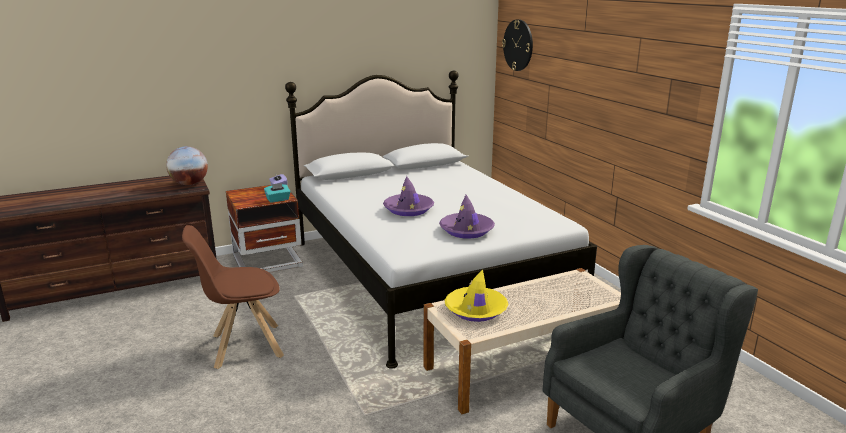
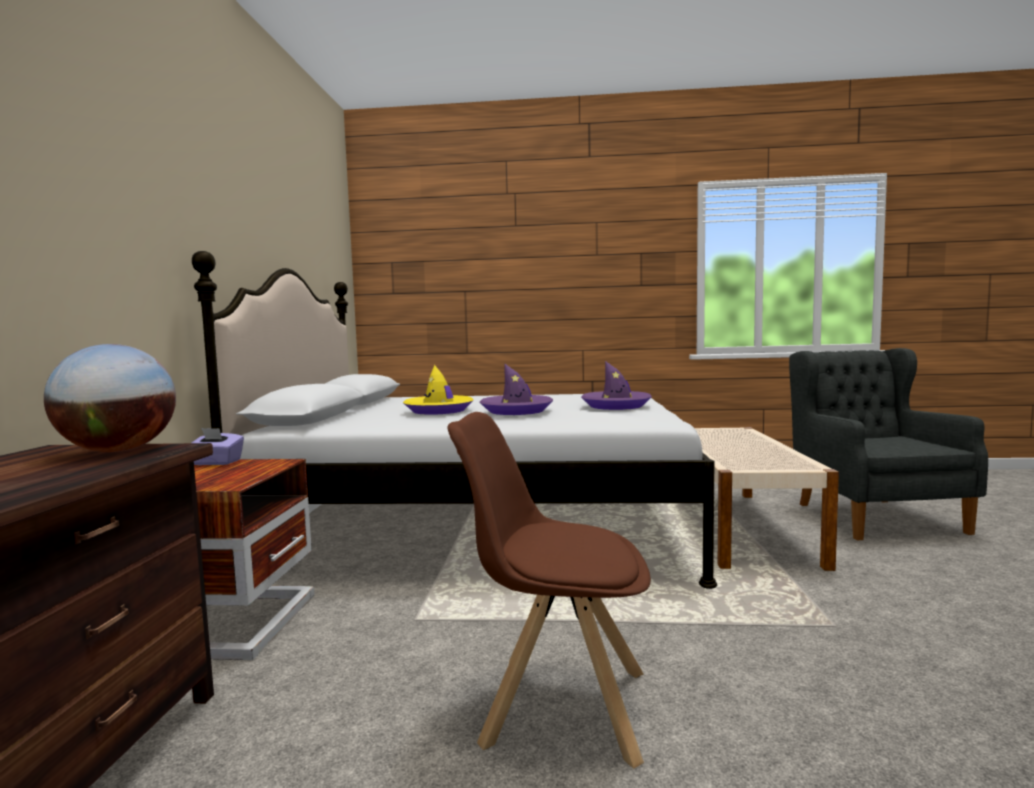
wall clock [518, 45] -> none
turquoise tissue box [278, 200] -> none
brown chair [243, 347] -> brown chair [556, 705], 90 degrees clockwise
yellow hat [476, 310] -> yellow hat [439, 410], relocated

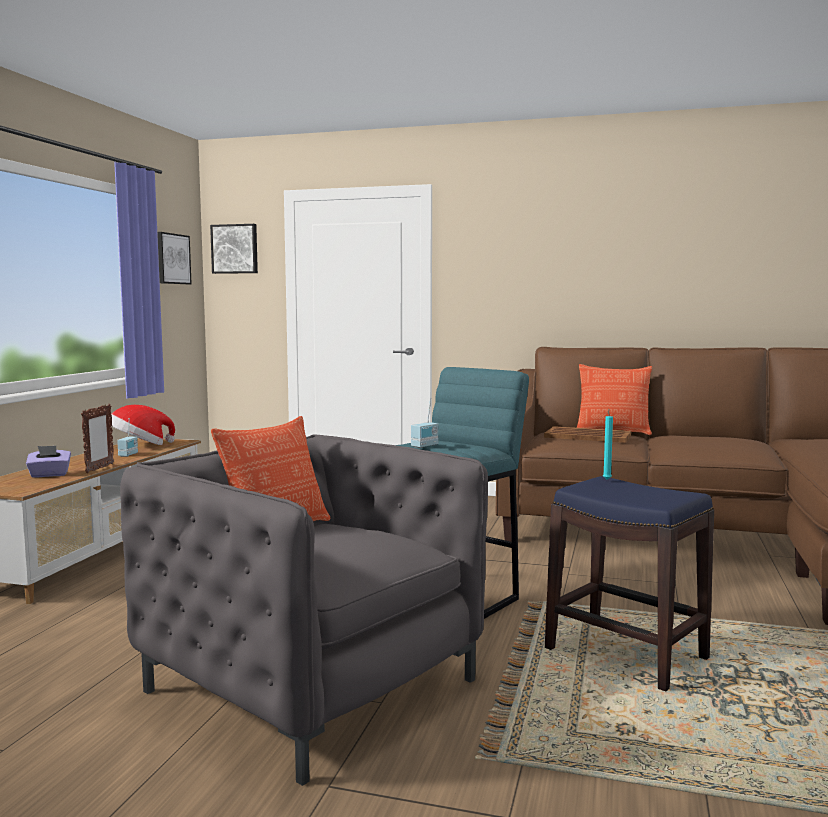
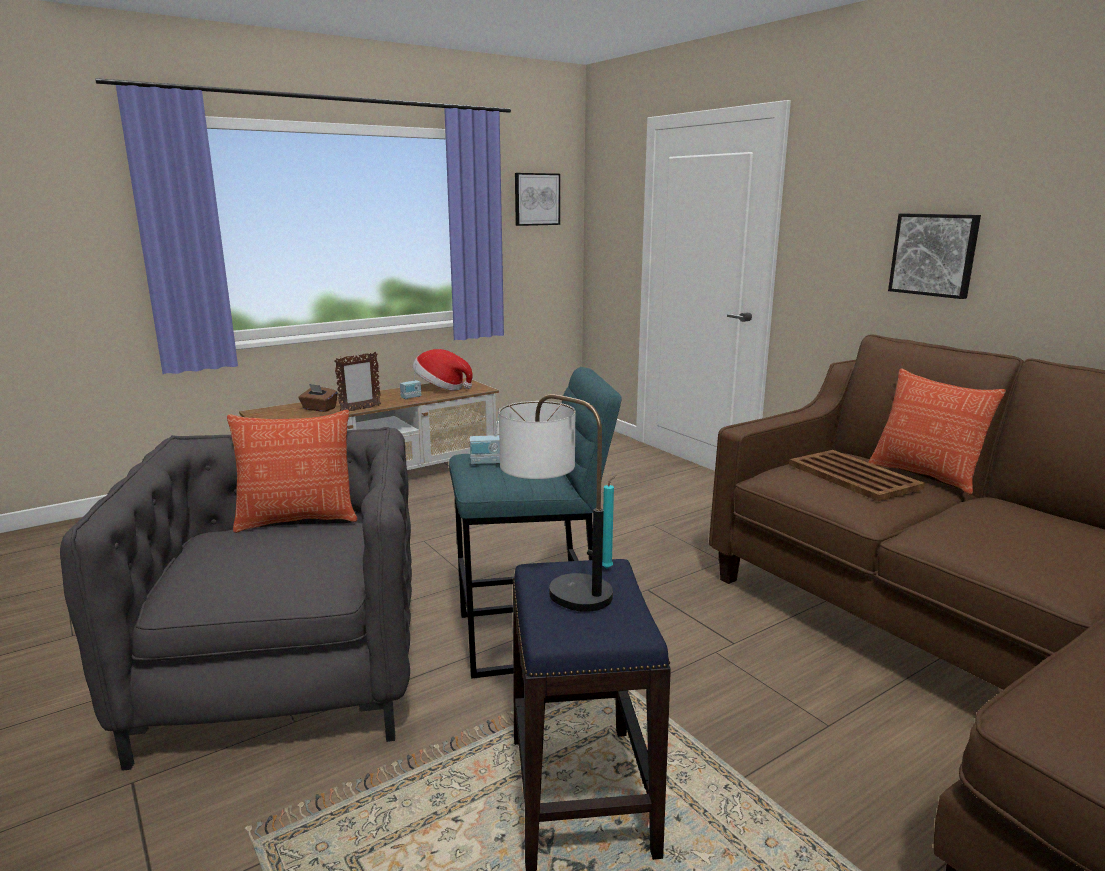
picture [235, 249] -> picture [934, 254], relocated
purple tissue box [49, 475] -> brown tissue box [319, 409]
none -> table lamp [555, 584]

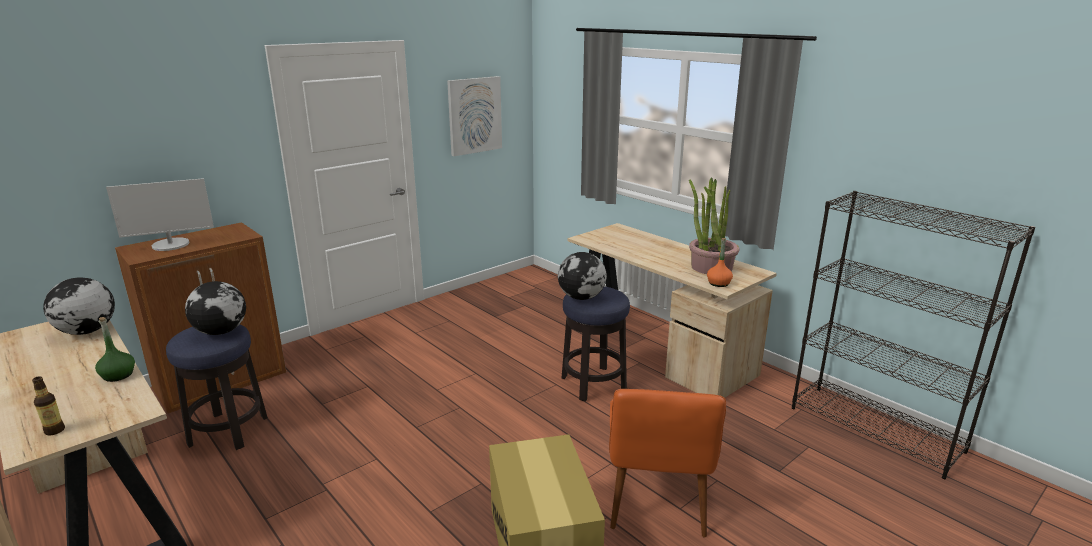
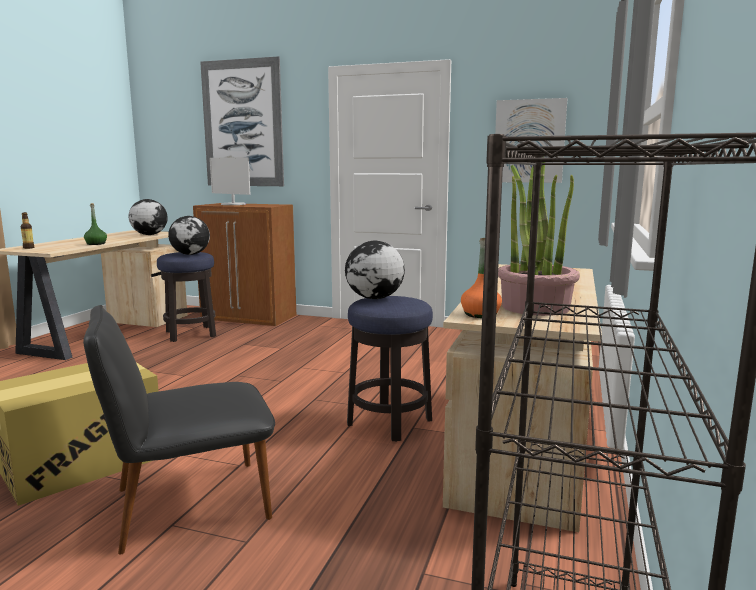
orange chair [655, 495] -> black chair [192, 503]
none -> picture [242, 124]

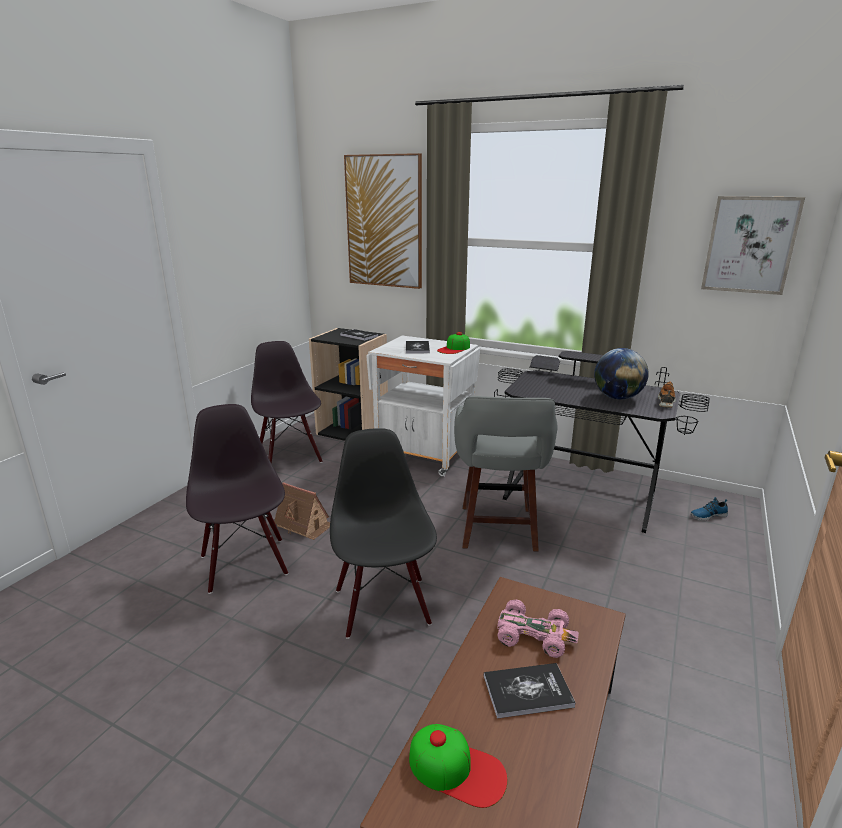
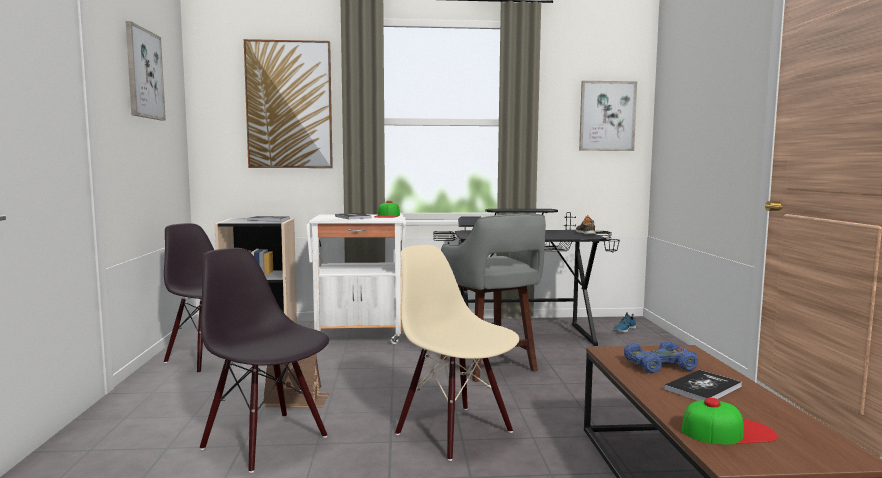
globe [617, 398] -> none
black chair [383, 606] -> beige chair [455, 432]
pink toy car [534, 635] -> blue toy car [660, 365]
none -> picture [144, 74]

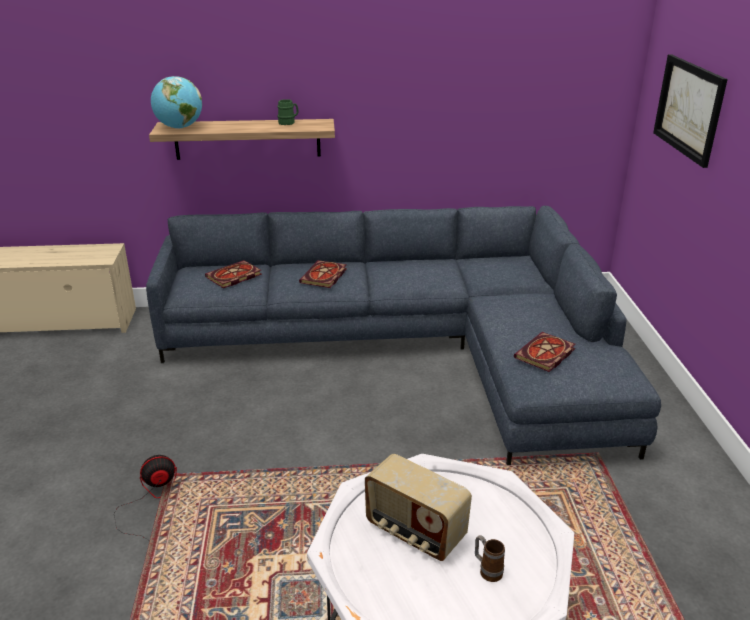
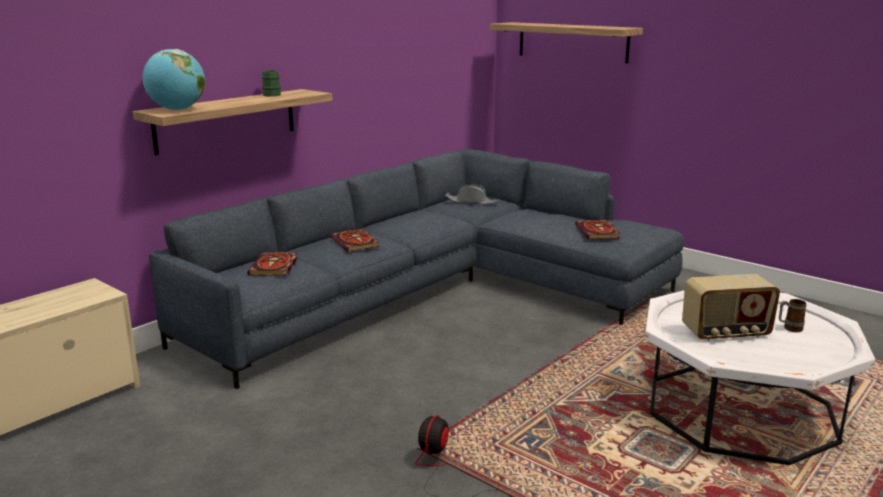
picture [689, 108] -> shelf [572, 42]
none -> grey hat [472, 201]

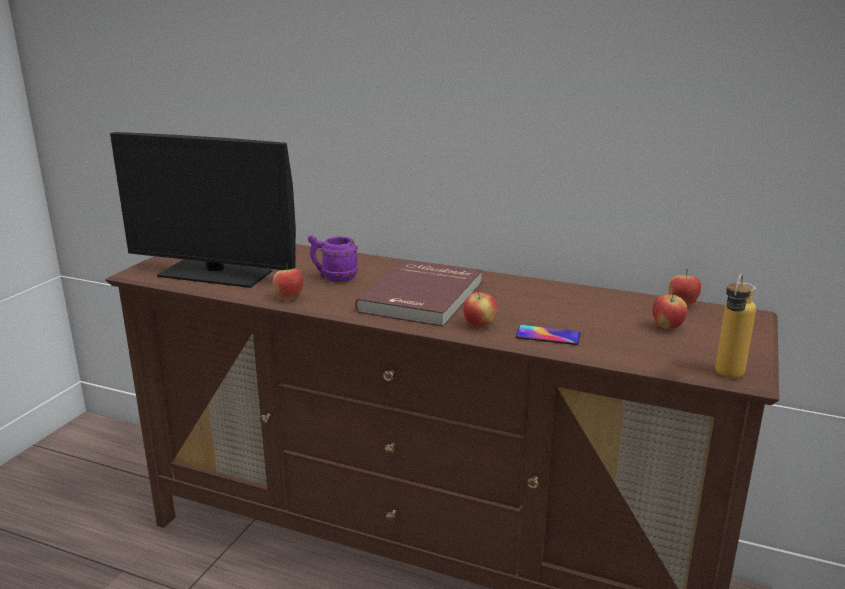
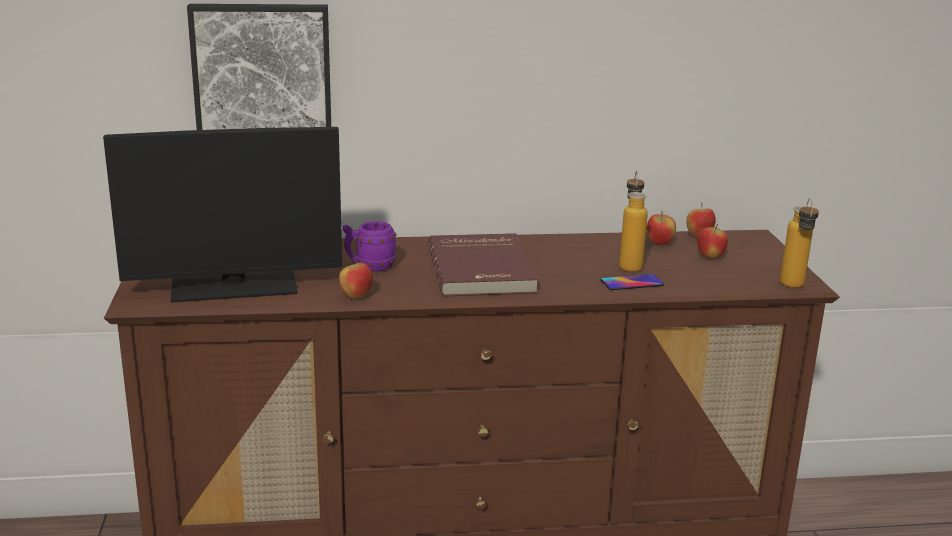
apple [479, 326] -> apple [659, 244], relocated
none -> picture [262, 71]
none -> bottle [629, 264]

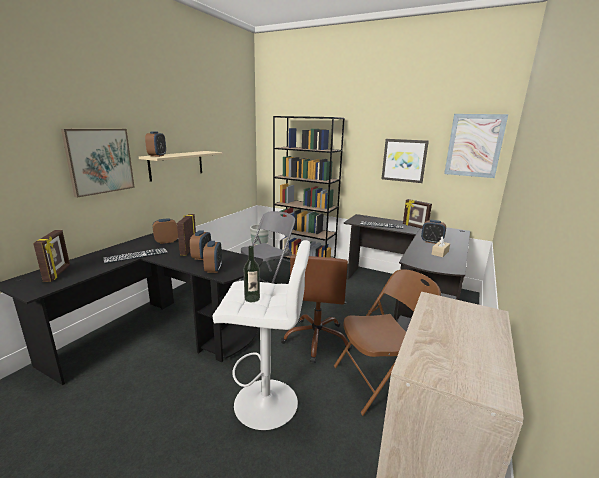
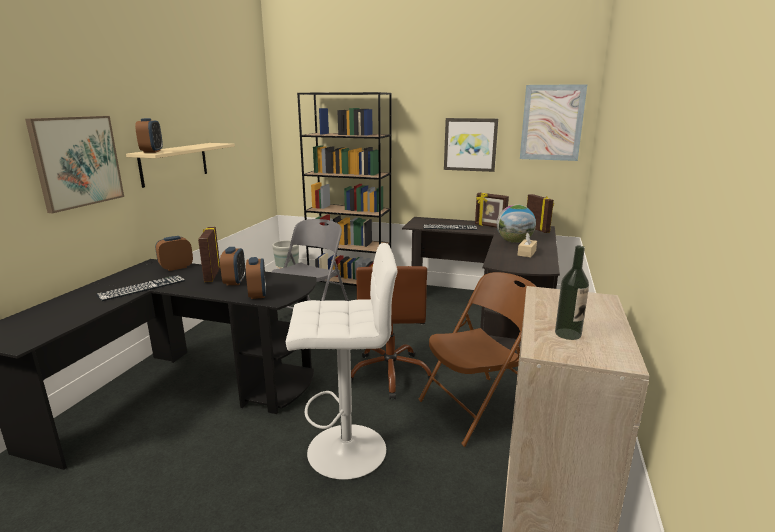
alarm clock [431, 242] -> globe [514, 242]
picture frame [58, 273] -> picture frame [537, 229], relocated
bottle [252, 298] -> bottle [568, 334], relocated

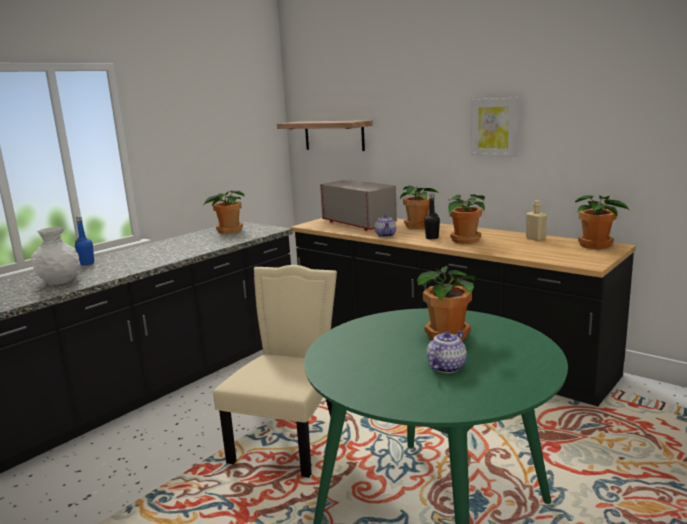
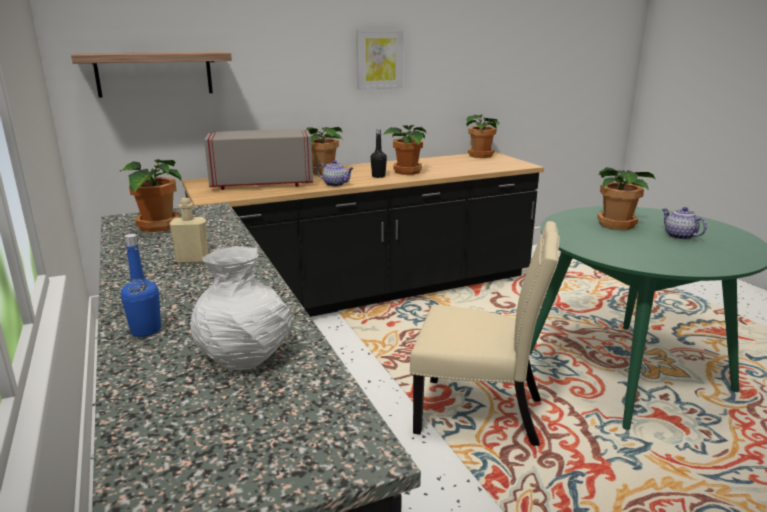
beige bottle [535, 238] -> beige bottle [192, 260], relocated
beige chair [288, 442] -> beige chair [476, 412], 150 degrees clockwise

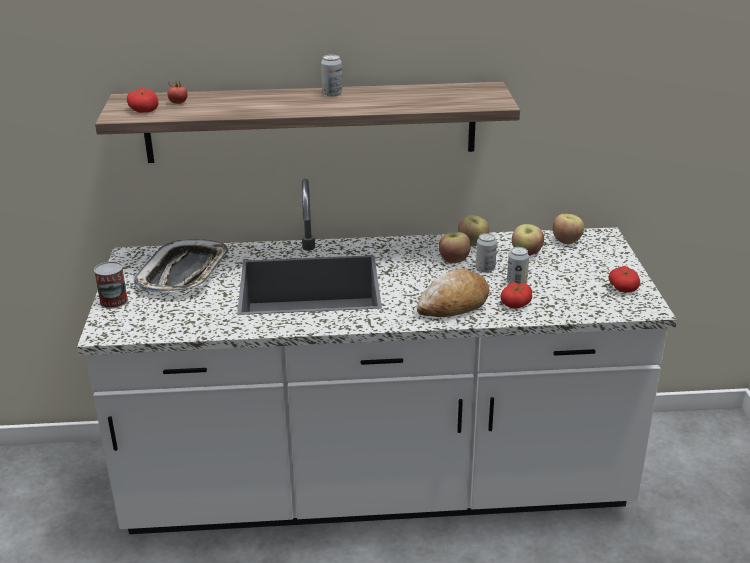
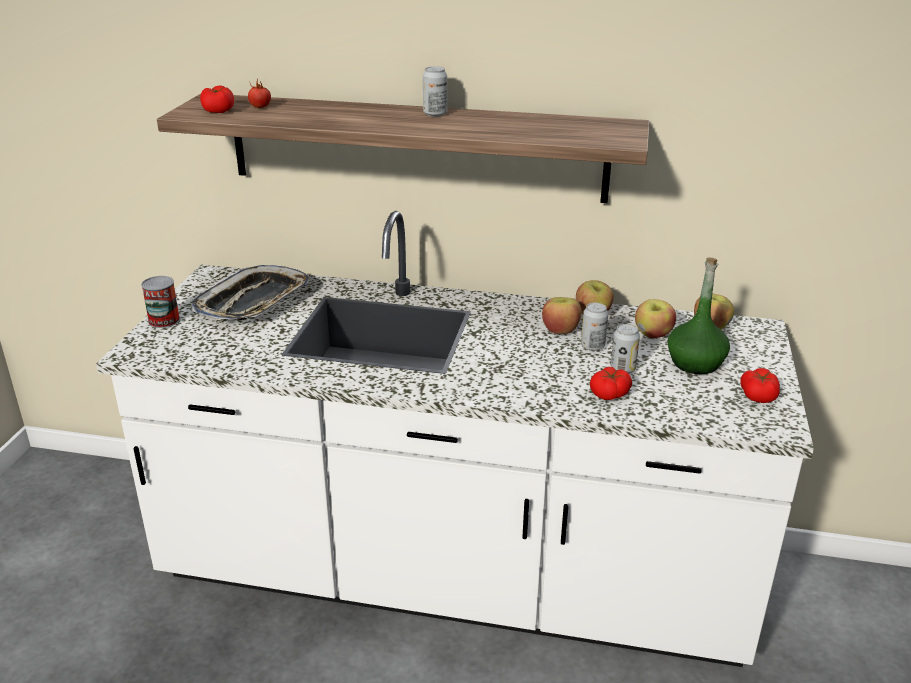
bread [453, 304] -> none
none -> green bottle [695, 363]

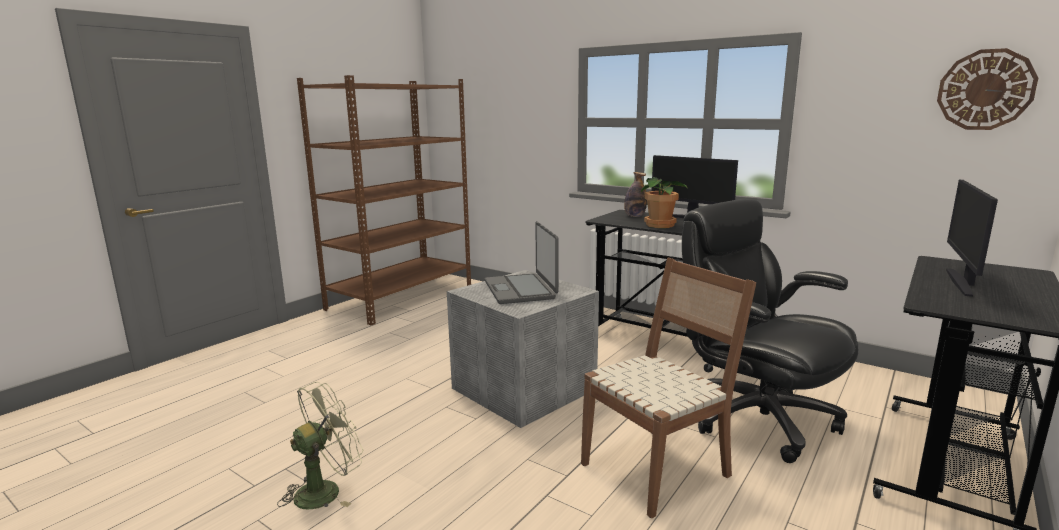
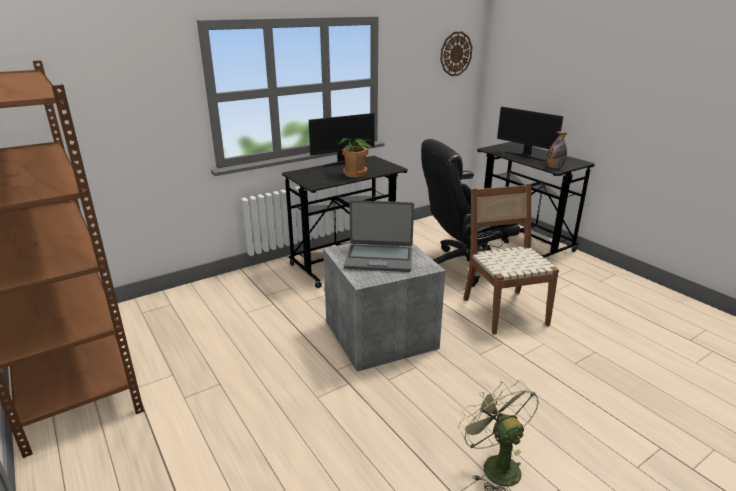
bottle [634, 216] -> bottle [554, 167], relocated

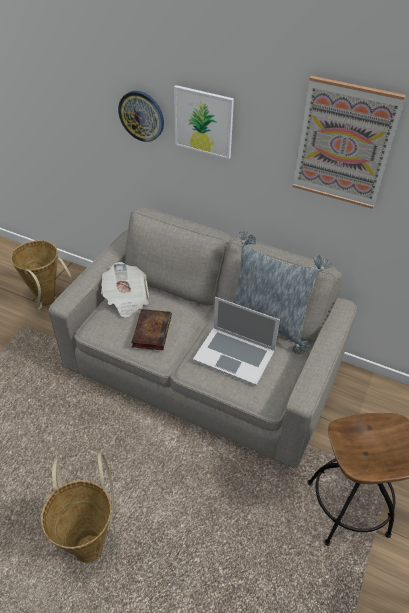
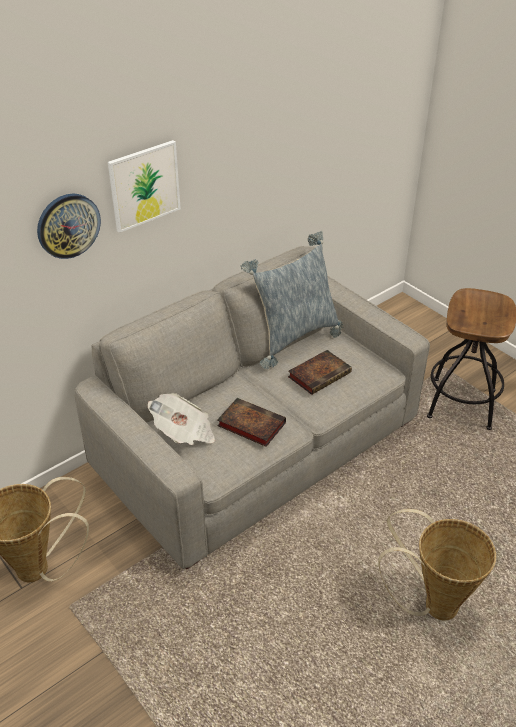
picture [344, 144] -> none
laptop [234, 355] -> book [320, 374]

